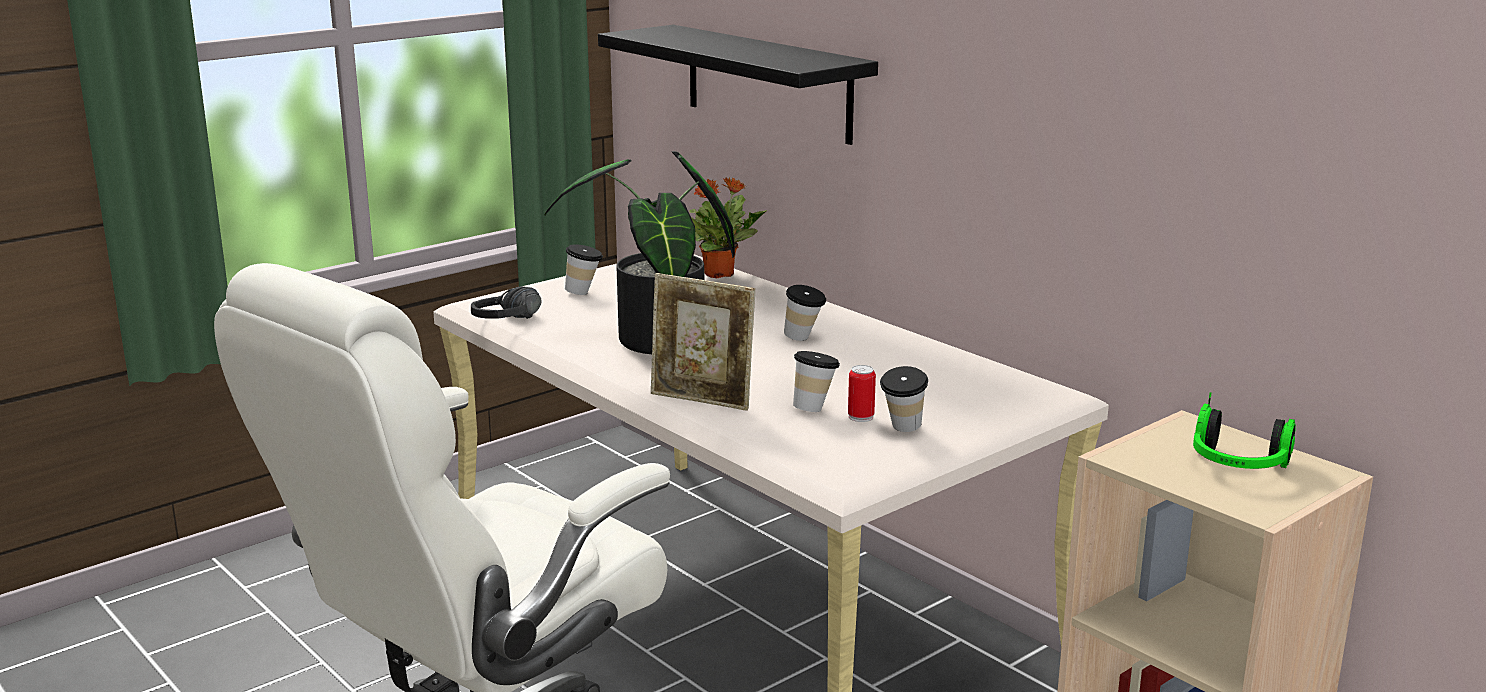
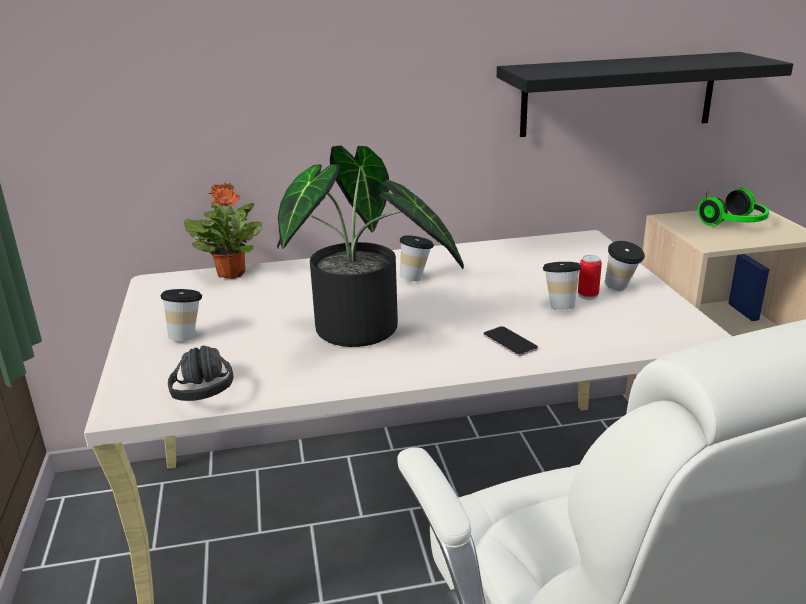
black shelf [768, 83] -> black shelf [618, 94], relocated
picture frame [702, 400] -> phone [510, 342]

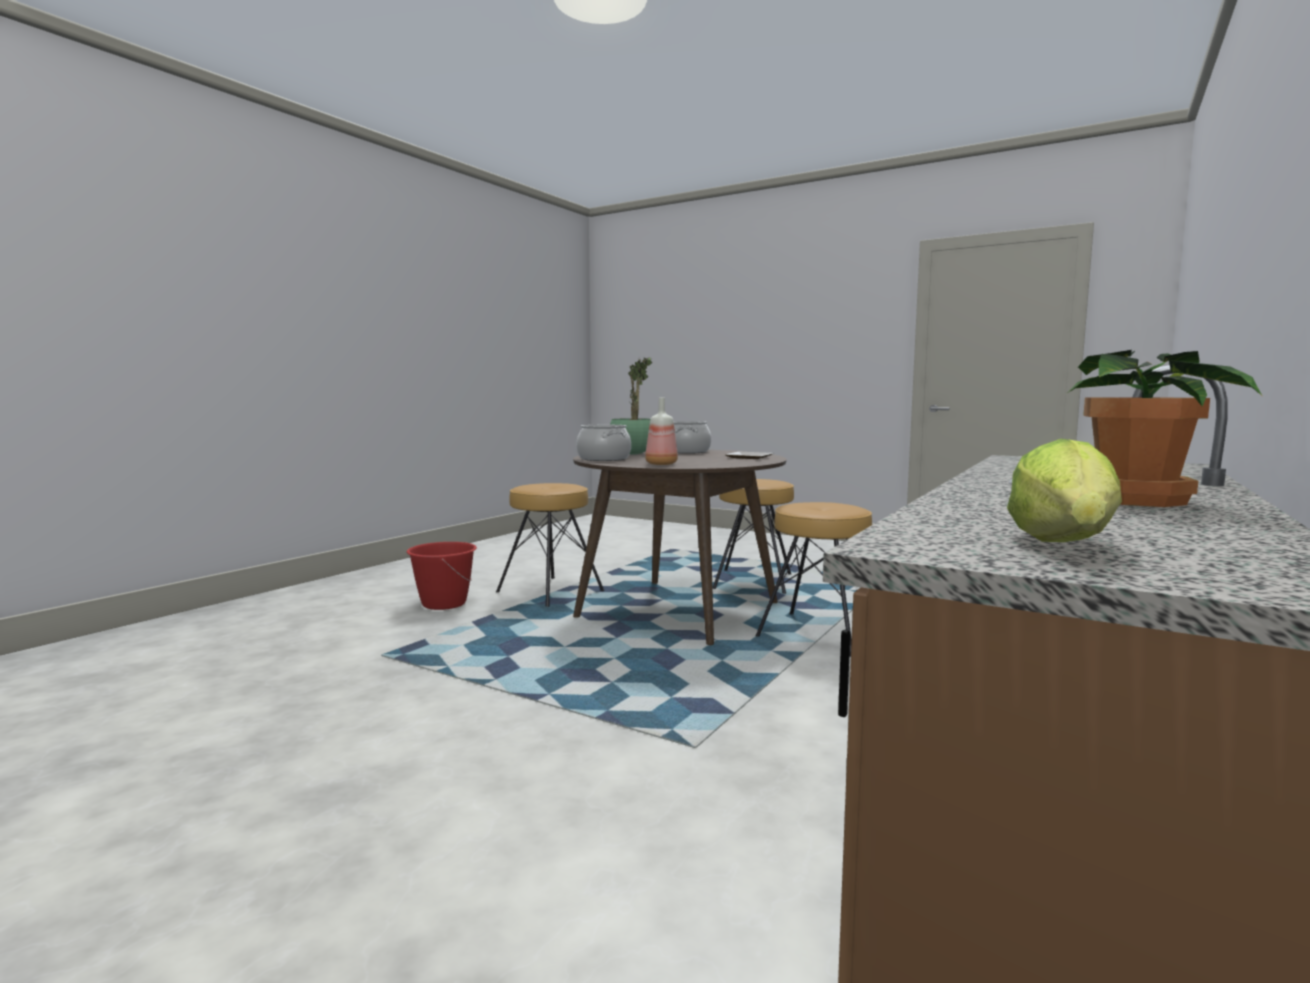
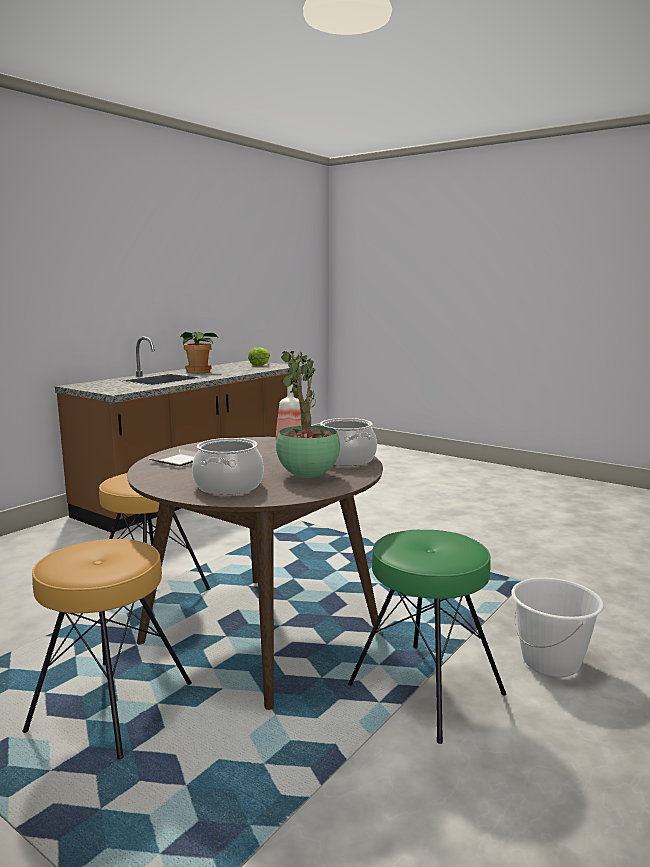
brown stool [551, 591] -> green stool [425, 690]
red bucket [443, 603] -> white bucket [551, 662]

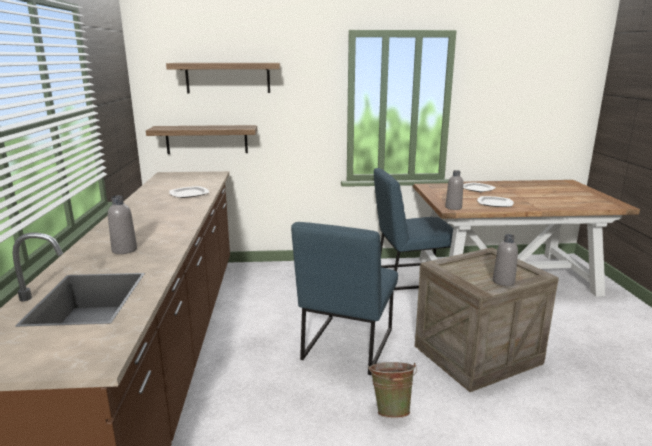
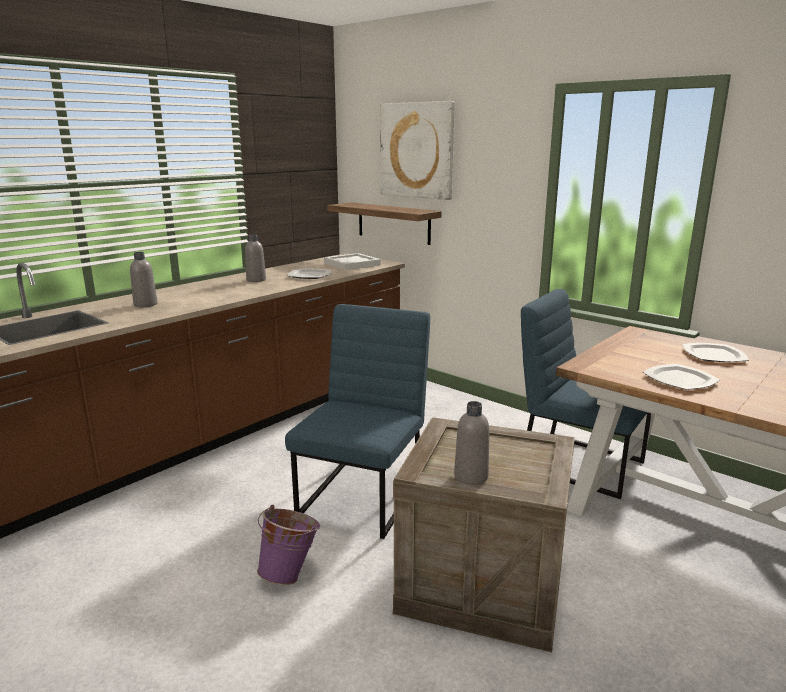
shelf [228, 78] -> picture [417, 150]
grey bottle [453, 207] -> grey bottle [256, 280], relocated
blue chair [346, 345] -> blue chair [363, 495], 135 degrees clockwise
green bucket [391, 409] -> purple bucket [290, 573]
none -> white tray [351, 264]

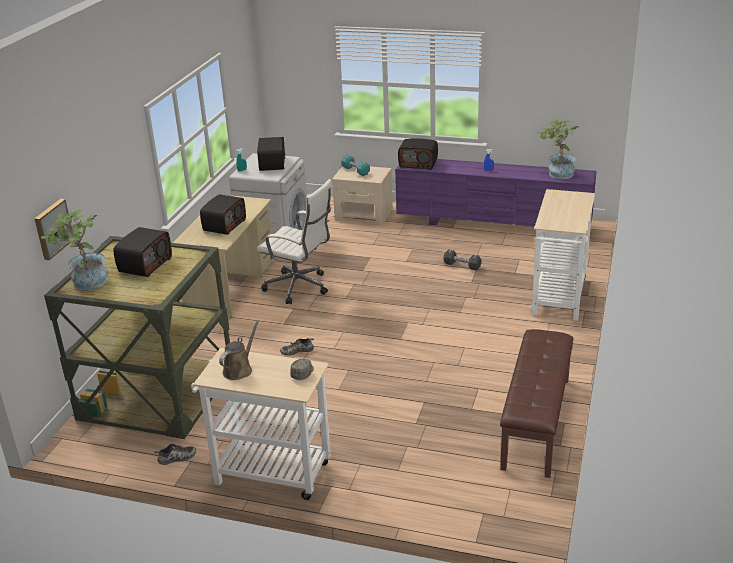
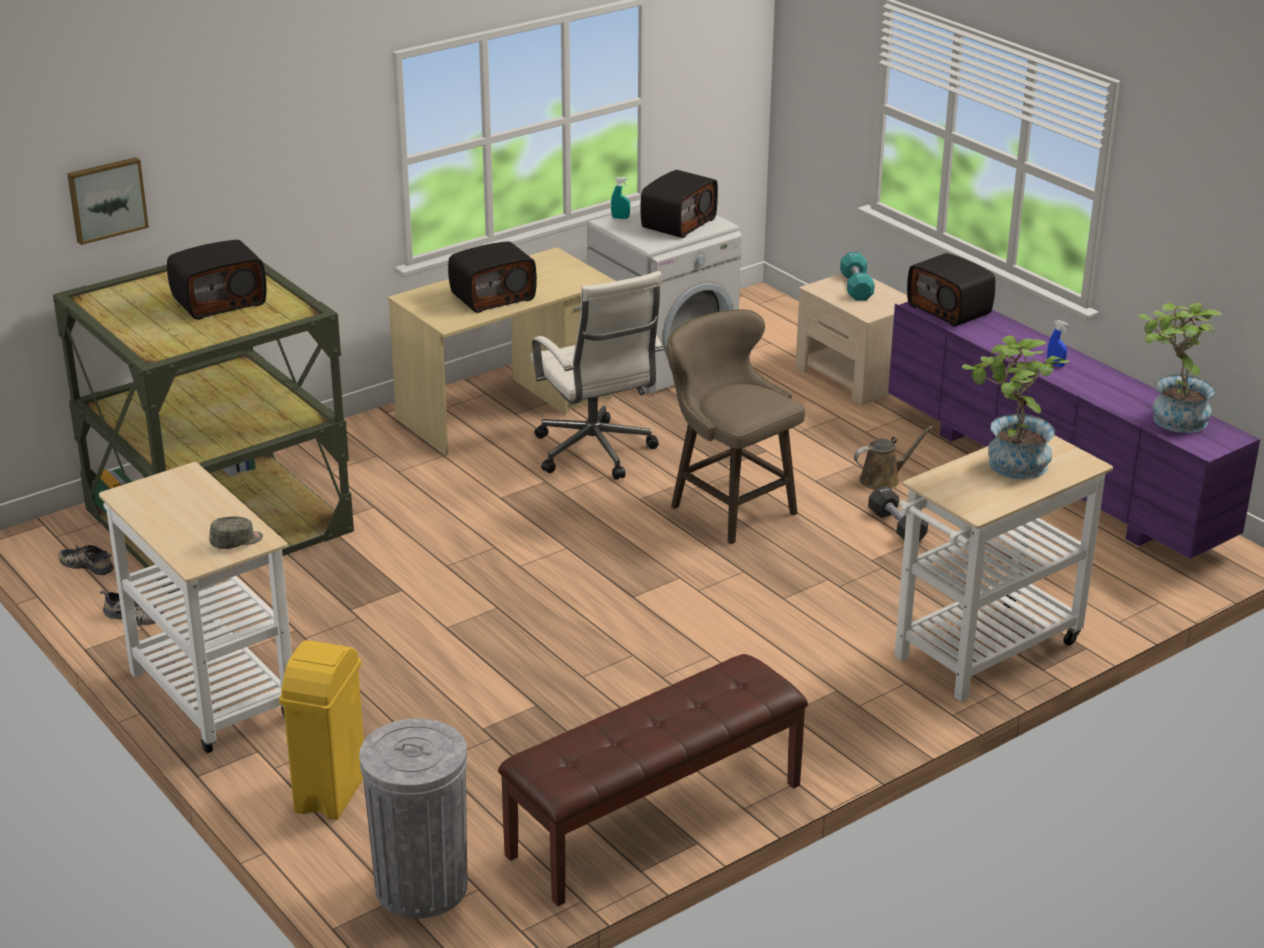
potted plant [86, 283] -> potted plant [1009, 465], relocated
brown watering can [239, 369] -> brown watering can [883, 479], relocated
shoe [297, 350] -> shoe [88, 565], relocated
none -> beige stool [729, 508]
none -> yellow trash can [329, 794]
none -> grey trash can [421, 886]

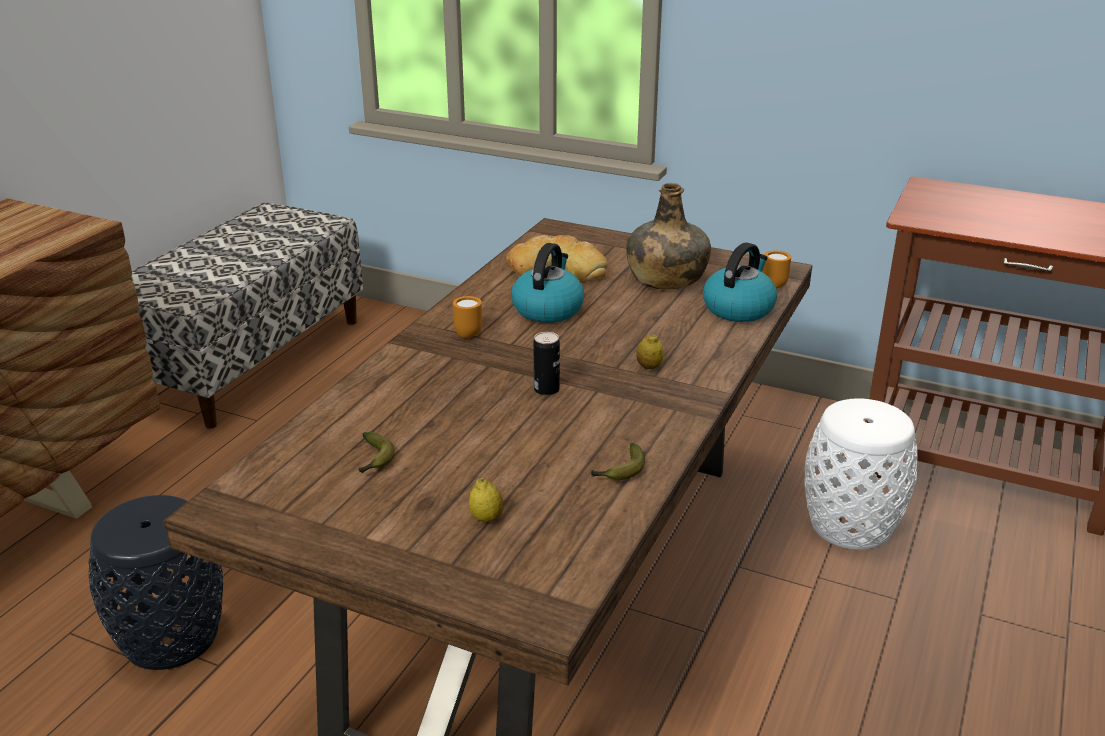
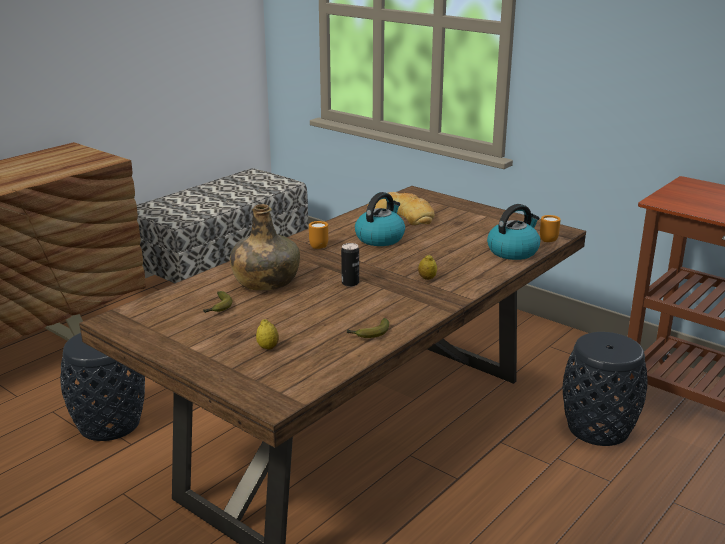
green bottle [665, 278] -> green bottle [265, 281], relocated
white stool [850, 526] -> black stool [598, 429]

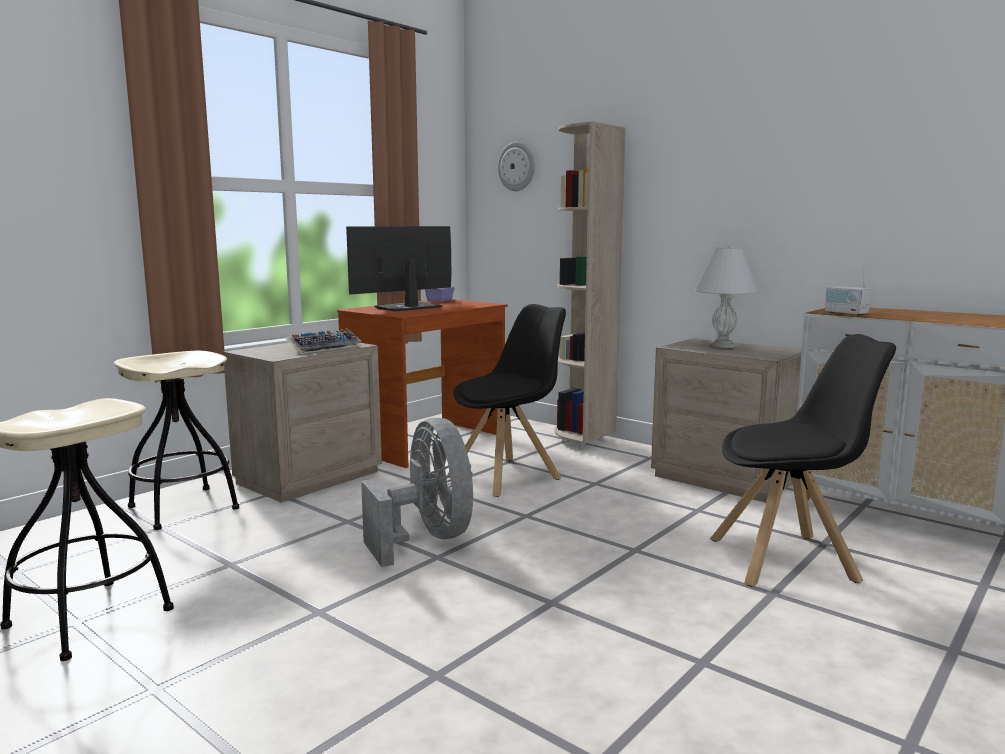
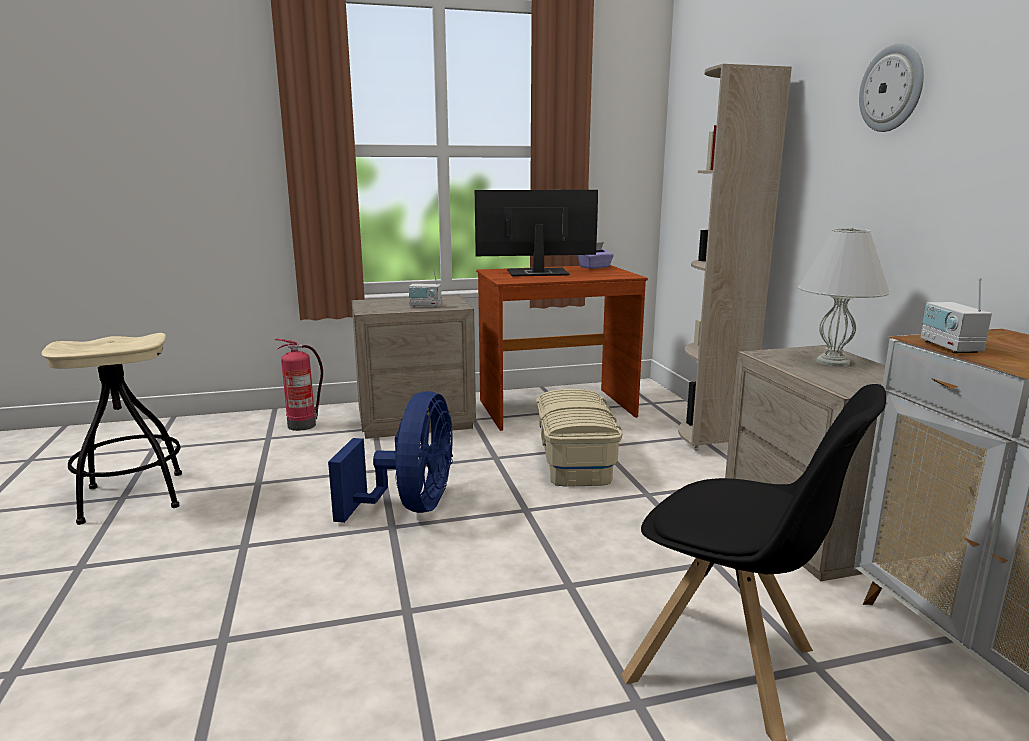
wall clock [517, 166] -> wall clock [892, 88], relocated
black chair [508, 475] -> beige storage box [575, 461]
keyboard [324, 348] -> radio [425, 306]
beige stool [184, 507] -> fire extinguisher [303, 425]
grey fan [427, 539] -> blue fan [411, 506]

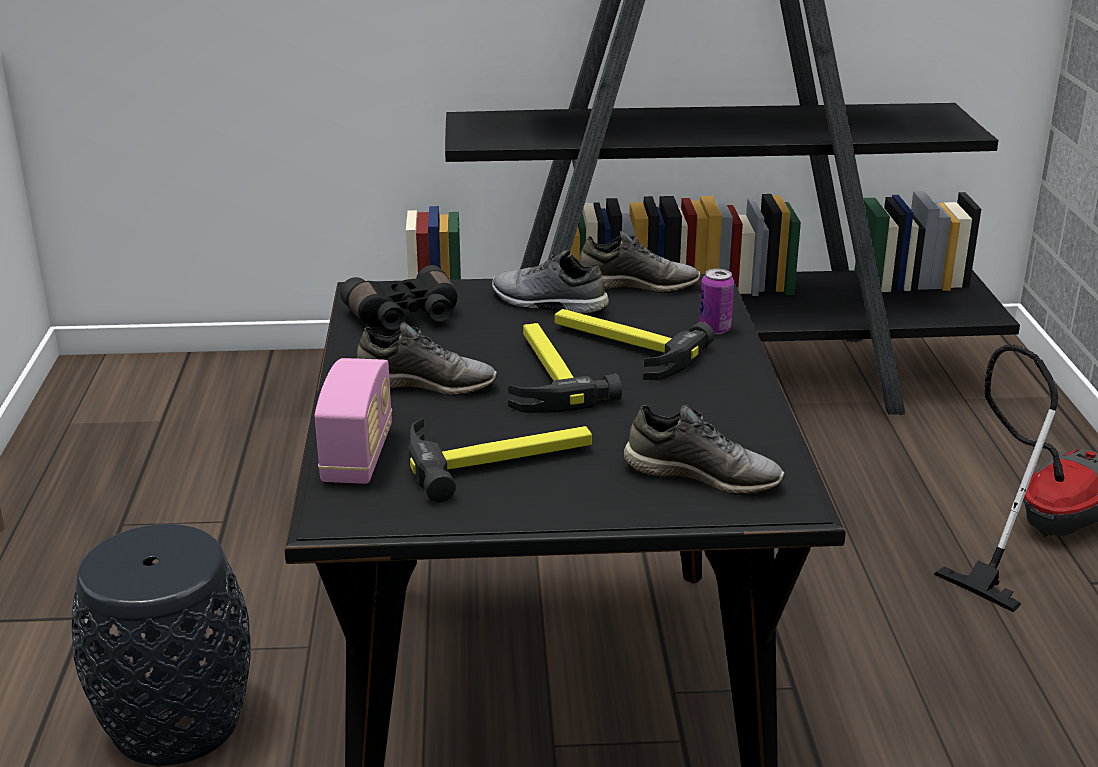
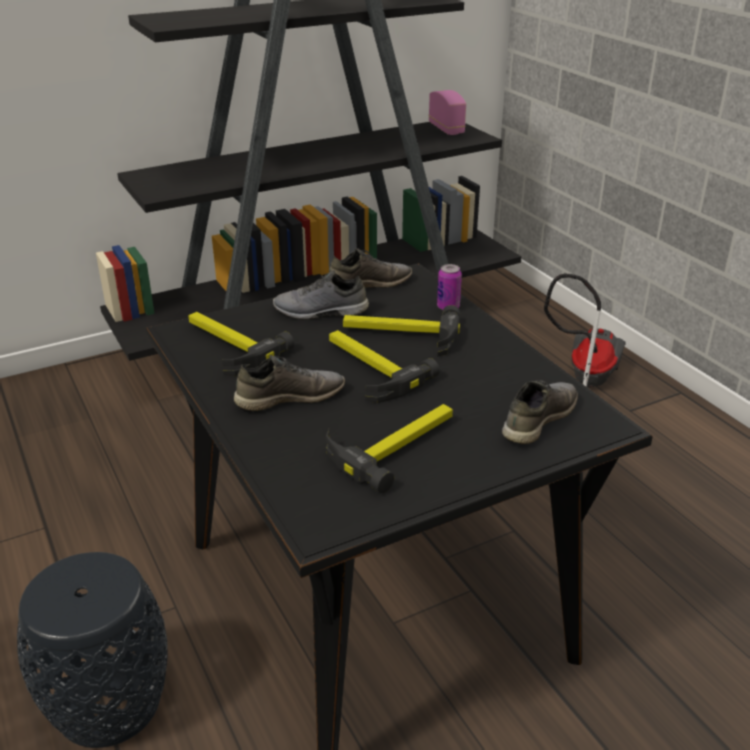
black binoculars [405, 317] -> hammer [226, 346]
radio [358, 456] -> radio [446, 129], relocated
grey shoe [703, 475] -> grey shoe [538, 419], 45 degrees counterclockwise

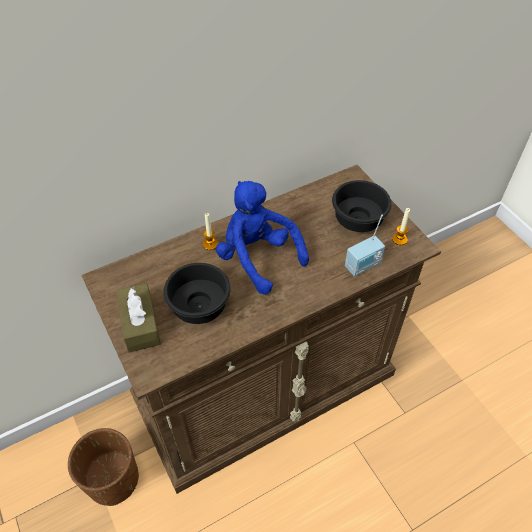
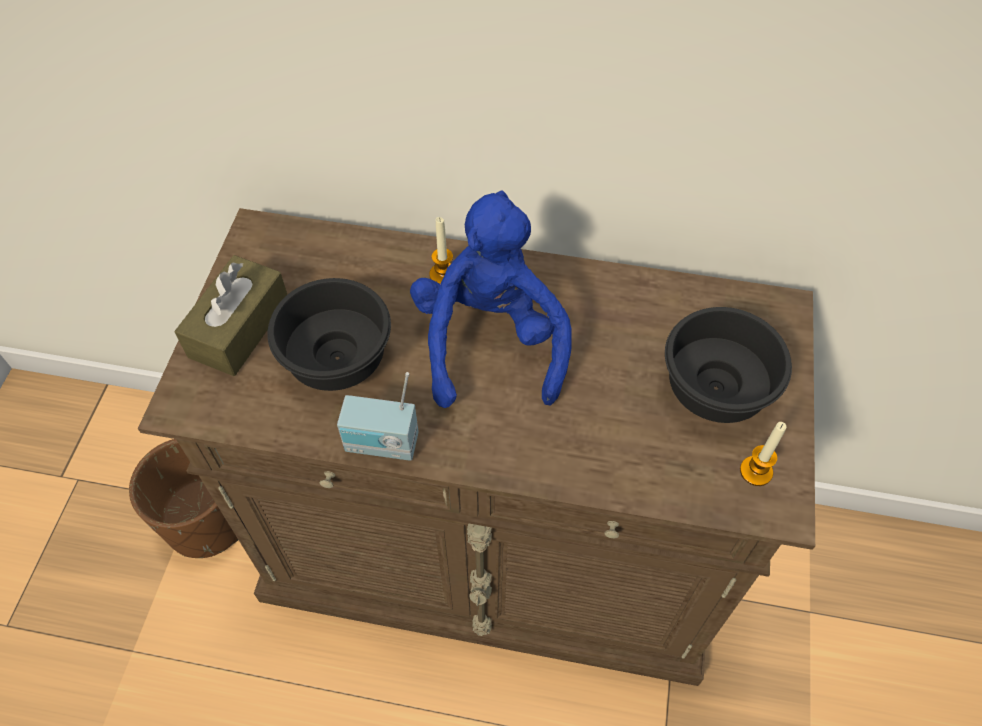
radio [363, 266] -> radio [381, 445], relocated

